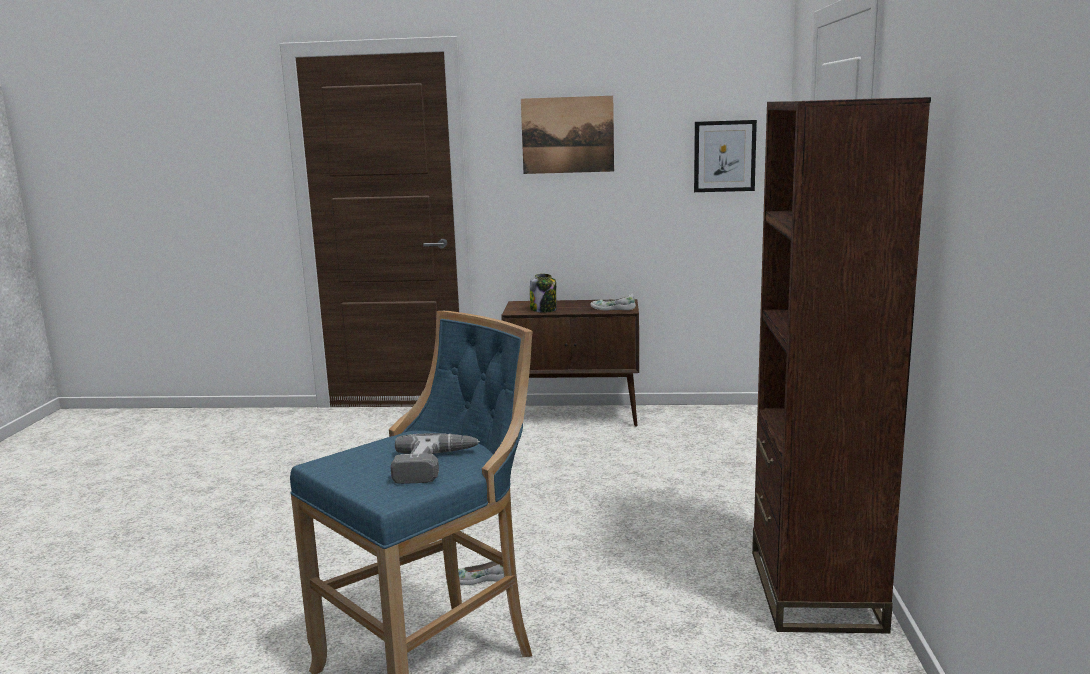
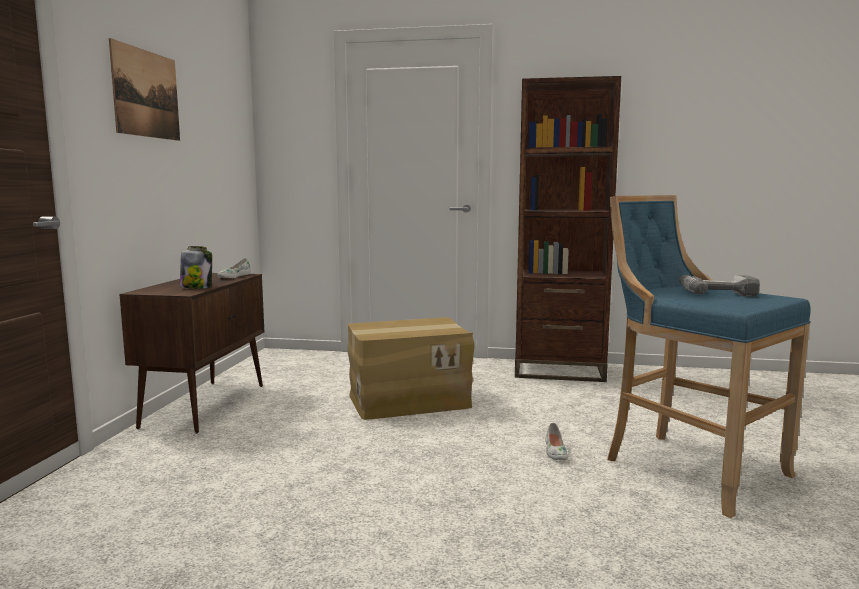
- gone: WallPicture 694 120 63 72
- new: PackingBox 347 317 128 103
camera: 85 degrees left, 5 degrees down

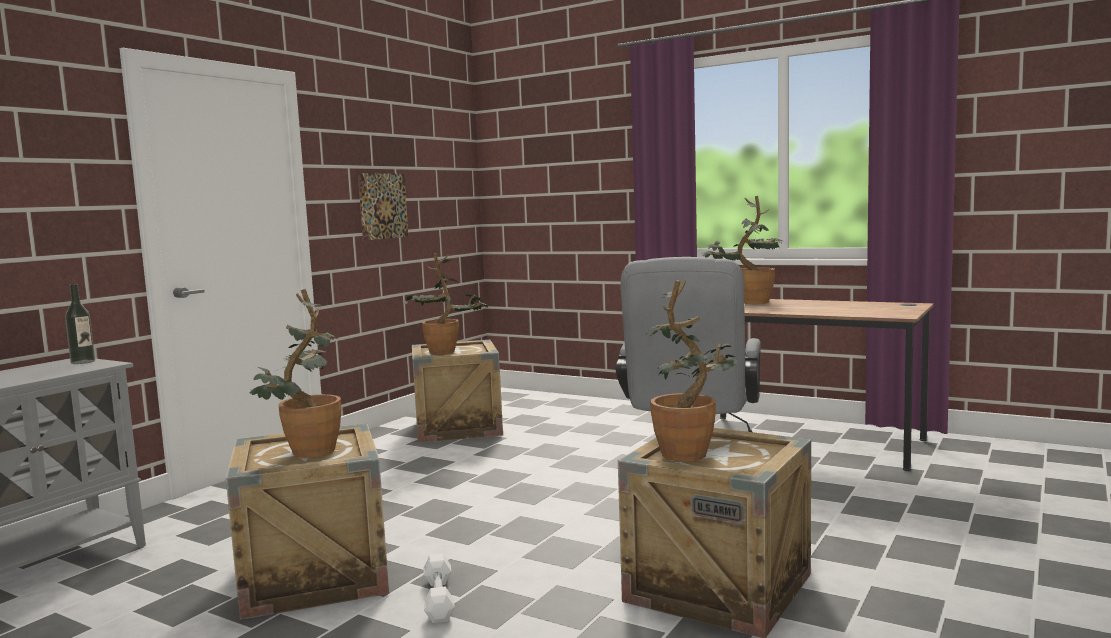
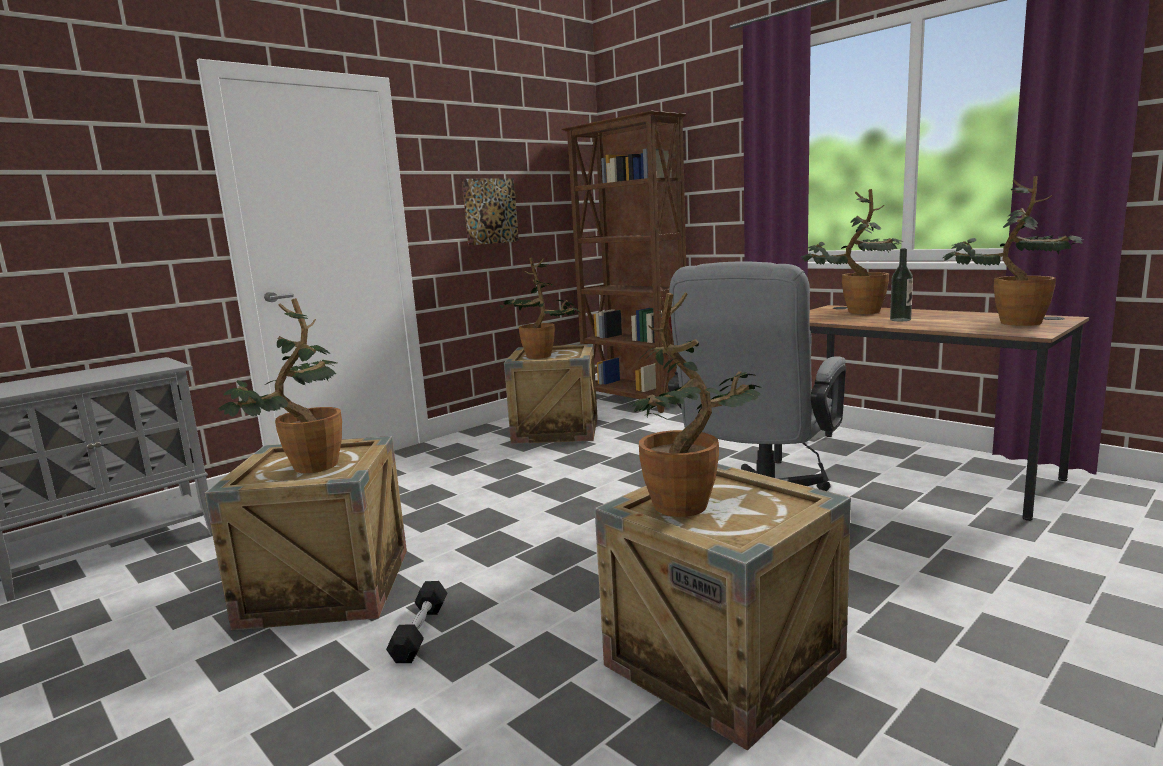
- shifted: BeverageBottle 65 284 30 80 to 890 248 23 73
- repainted: WhiteColouredDumbbell 423 554 32 69 to BlackColouredDumbbell 386 581 61 82
- new: BrownColouredBookshelf 562 111 124 302
- new: PottedPlant 943 176 140 150
camera: 15 degrees right, 5 degrees up

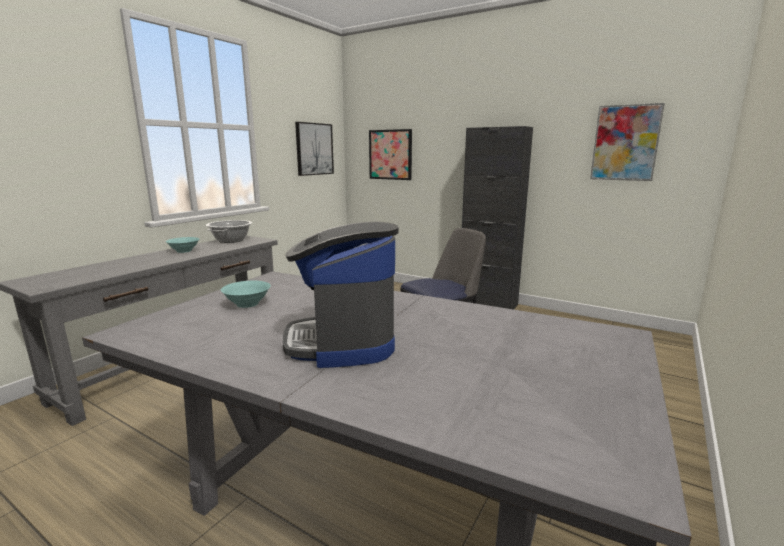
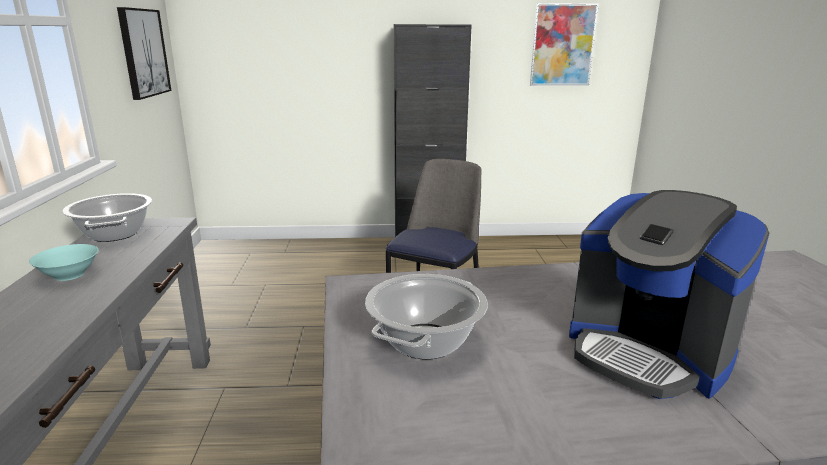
- gone: WallPicture 369 129 43 51
- swapped: BlueGreenDeepDish 221 281 50 27 to CookingPot 365 274 123 86
camera: 35 degrees left, 5 degrees up

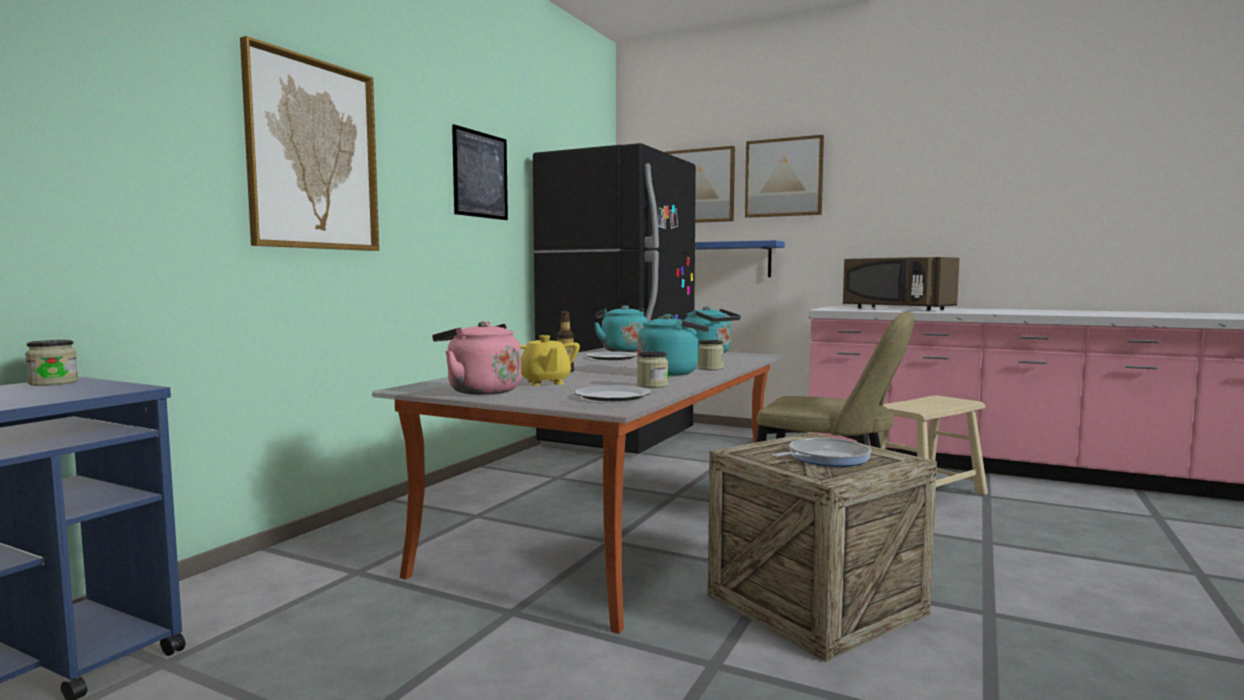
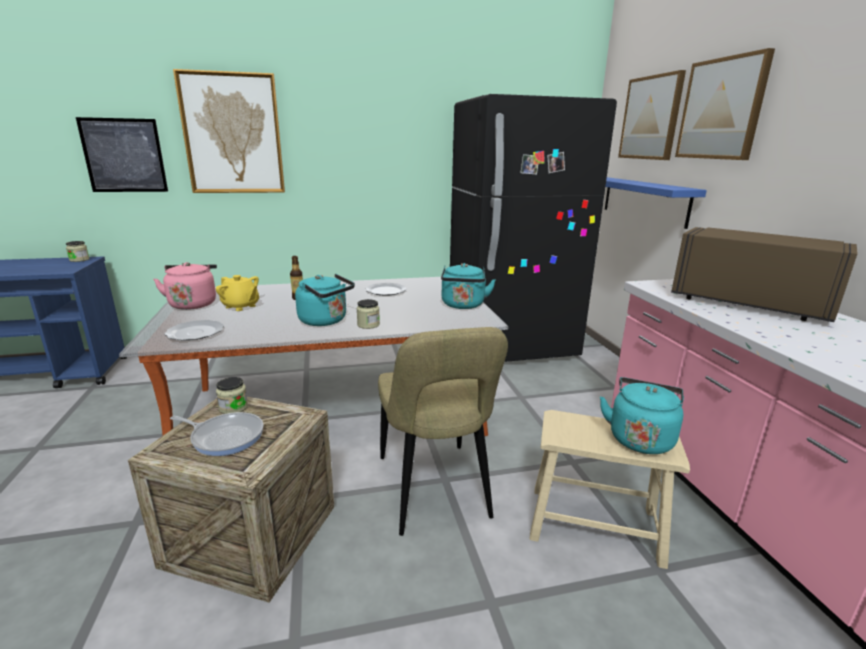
- shifted: WallPicture 452 124 56 96 to 76 117 92 75
- rotated: BrownColouredMicrowave 843 257 116 54 = 671 227 187 95 120 degrees clockwise
- shifted: BlueGreenTeaKettle 594 305 54 47 to 600 377 84 77
- rotated: YellowTeapot 520 335 60 51 = 216 275 43 36 90 degrees counterclockwise
- shifted: PreserveJar 637 351 31 37 to 216 377 32 37
camera: 50 degrees right, 15 degrees up

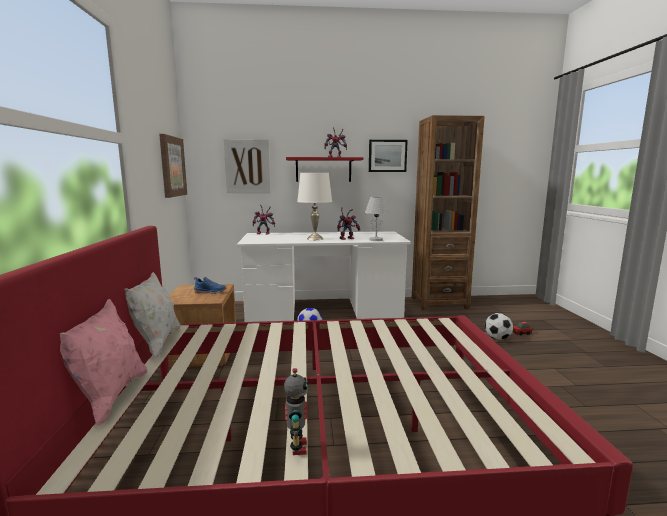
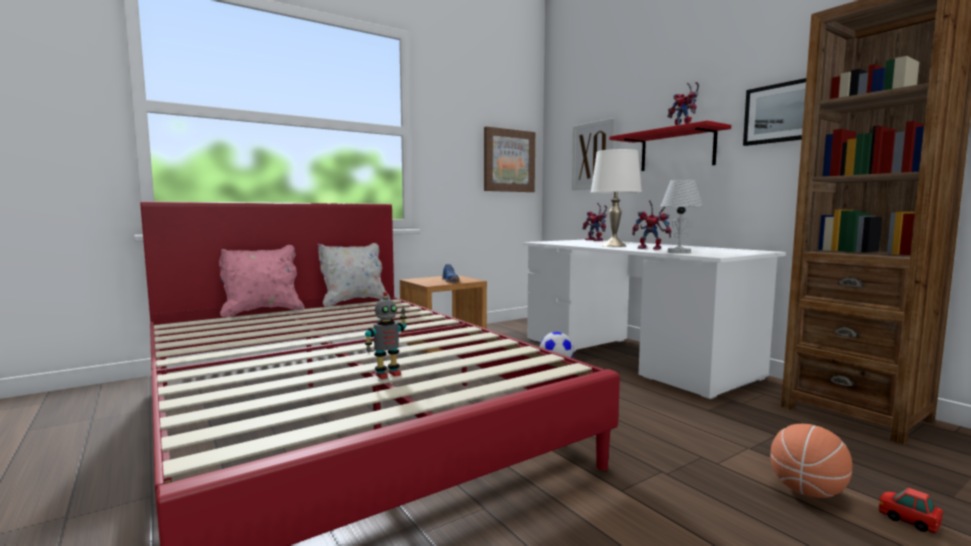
- swapped: BallForFootball 485 313 28 27 to BasketballBall 770 424 83 74
- shifted: RobotFigure 284 368 24 87 to 365 291 42 88
camera: 60 degrees right, 5 degrees down

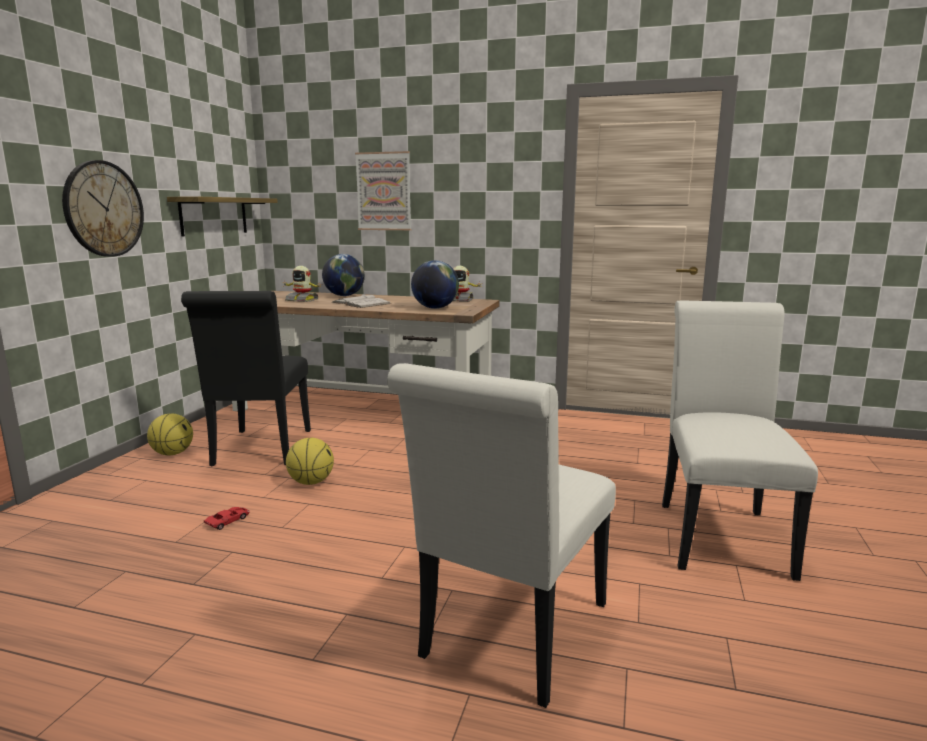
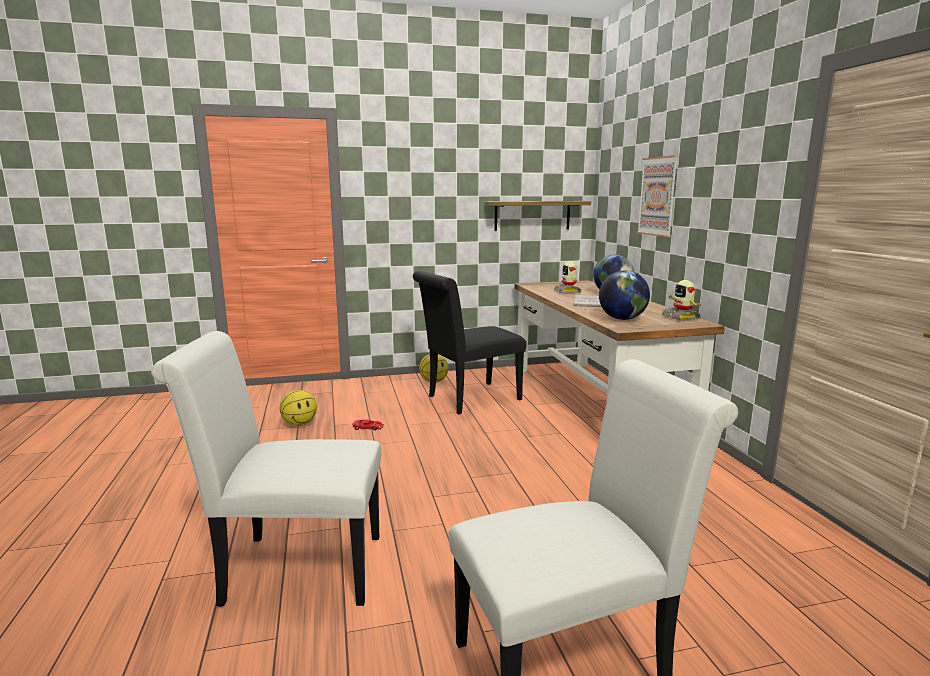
- gone: ClockOnTheWall 62 160 82 97
- shifted: BasketballBall 286 438 48 47 to 280 390 37 36
camera: 60 degrees right, 0 degrees up

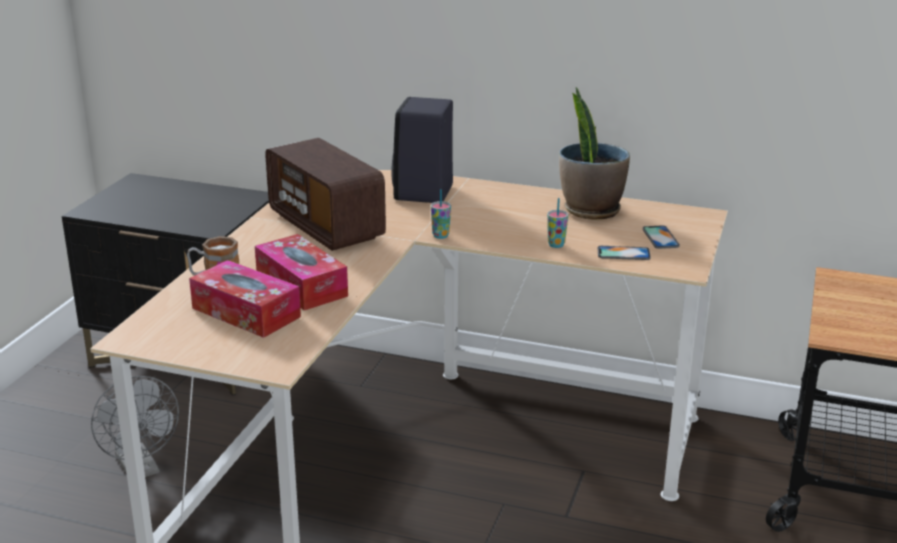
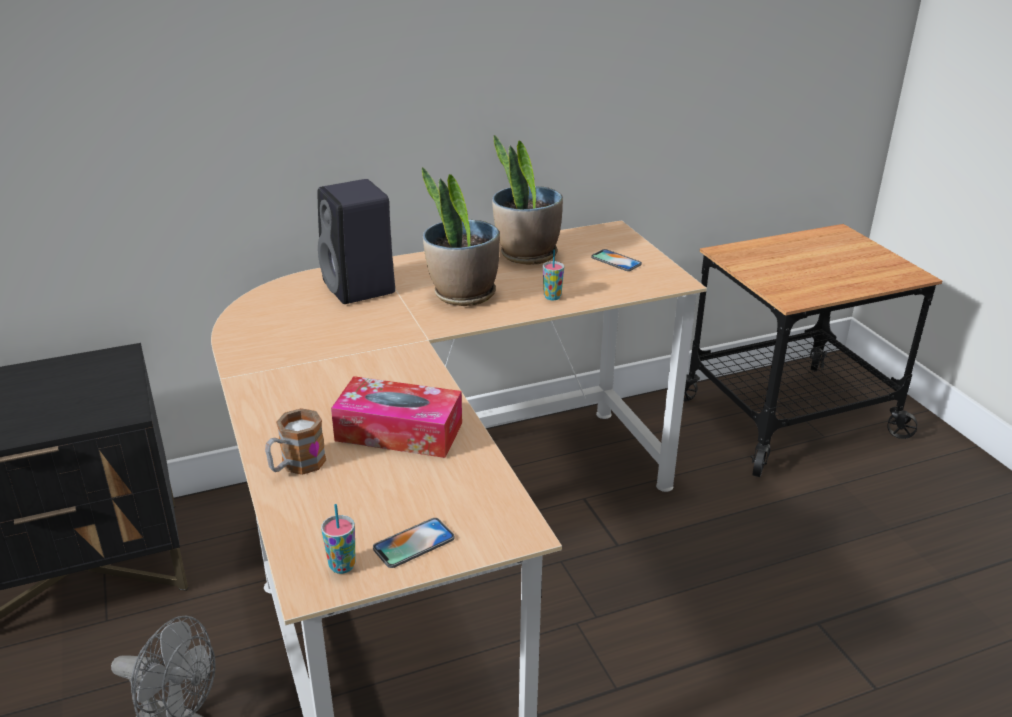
- gone: Radio 265 138 121 113
- shifted: SmallCup 431 189 20 50 to 321 504 35 70
- shifted: Telephone 598 246 53 14 to 373 518 81 50
- gone: TissueHolder 189 260 112 78
- new: PottedPlant 422 167 78 139
camera: 40 degrees left, 5 degrees up

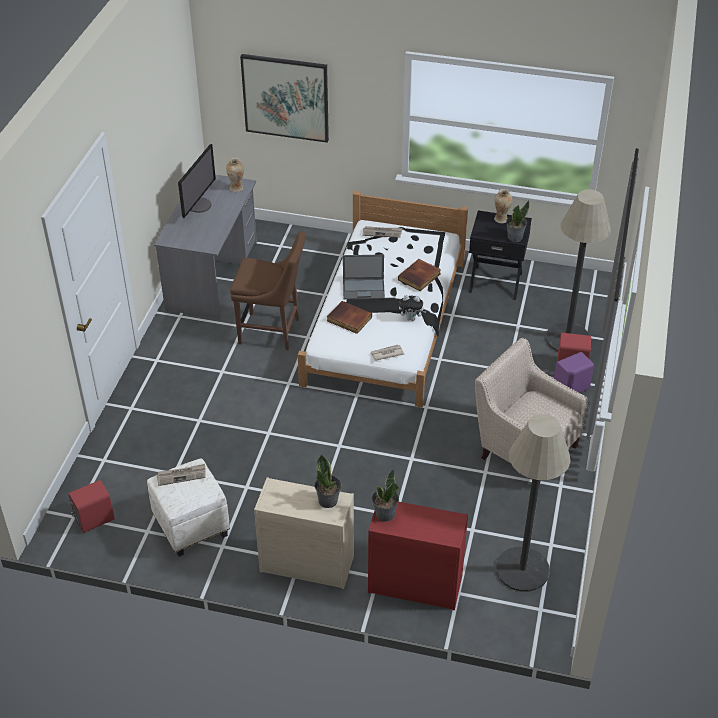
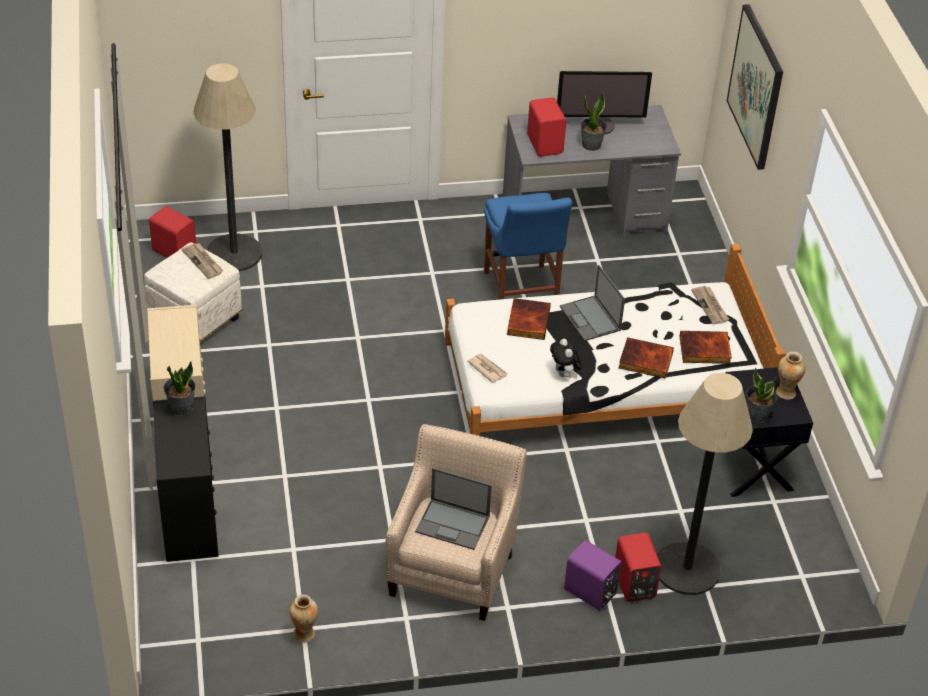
- shifted: Vase 226 158 18 34 to 289 594 29 49
- repainted: BrownColouredUprightChair 230 232 76 118 to BlueUprightChair 484 193 88 107
- shifted: FloorLamp 496 414 75 178 to 193 63 69 208
- shifted: PottedPlant 314 454 27 54 to 581 92 26 59
- repainted: RedColouredDrawerChest 368 502 100 108 to BlackColouredDrawerChest 153 396 66 166
- new: RedColouredLoudspeaker 527 97 39 60
- new: Volume 679 331 53 33
- new: Laptop 415 468 77 82
camera: 65 degrees right, 0 degrees up

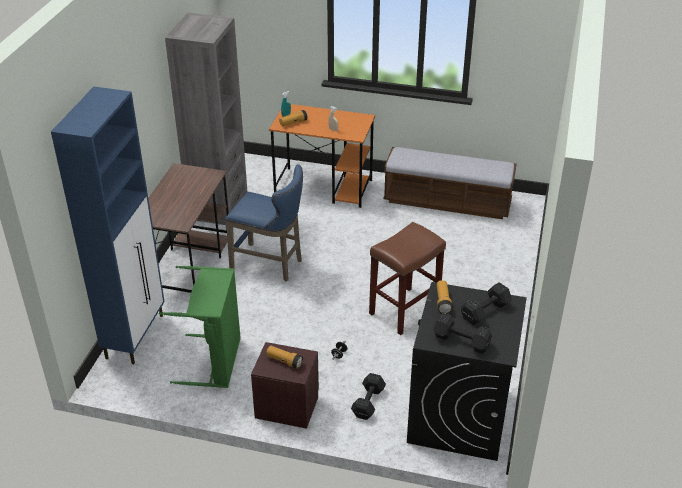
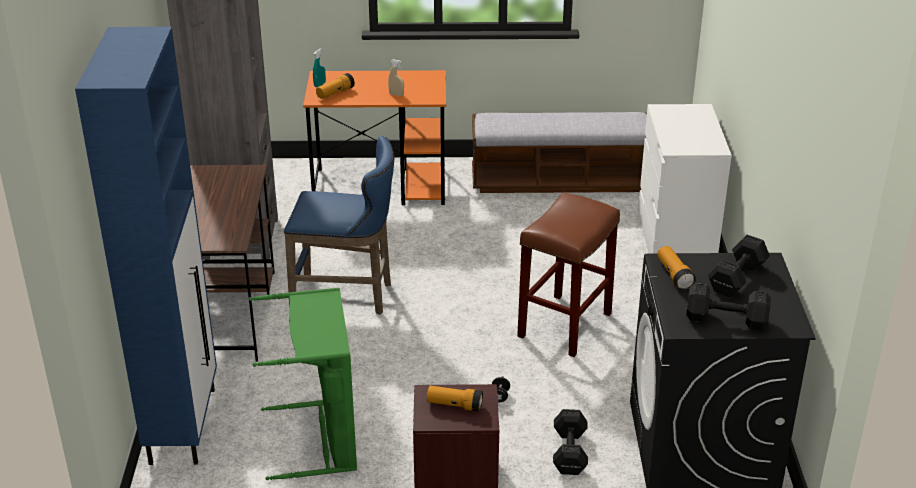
- new: WhiteColouredDrawerChest 638 104 94 150
camera: 15 degrees left, 5 degrees down

